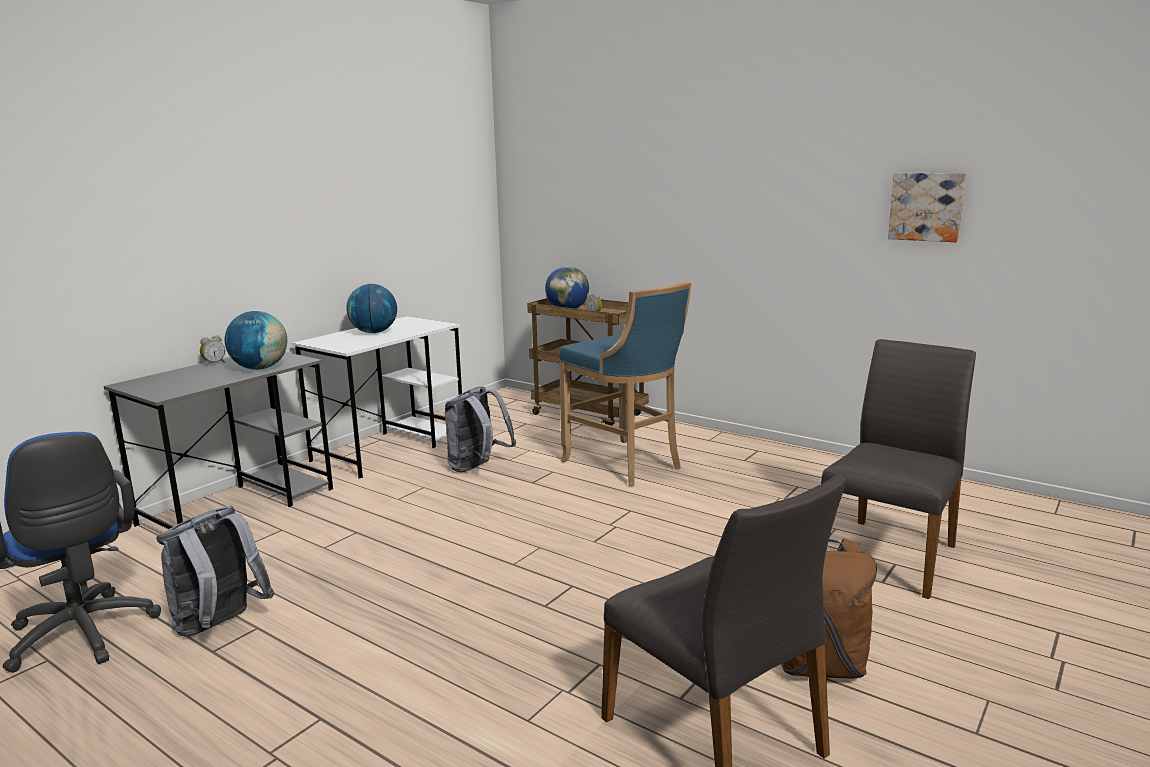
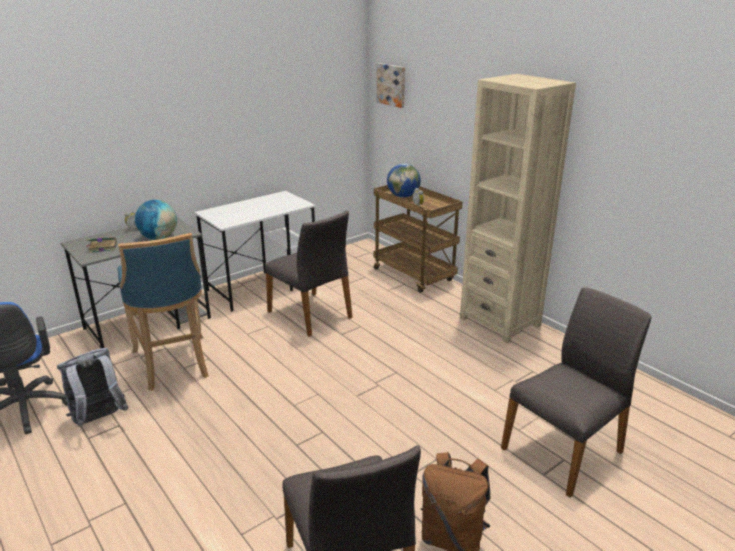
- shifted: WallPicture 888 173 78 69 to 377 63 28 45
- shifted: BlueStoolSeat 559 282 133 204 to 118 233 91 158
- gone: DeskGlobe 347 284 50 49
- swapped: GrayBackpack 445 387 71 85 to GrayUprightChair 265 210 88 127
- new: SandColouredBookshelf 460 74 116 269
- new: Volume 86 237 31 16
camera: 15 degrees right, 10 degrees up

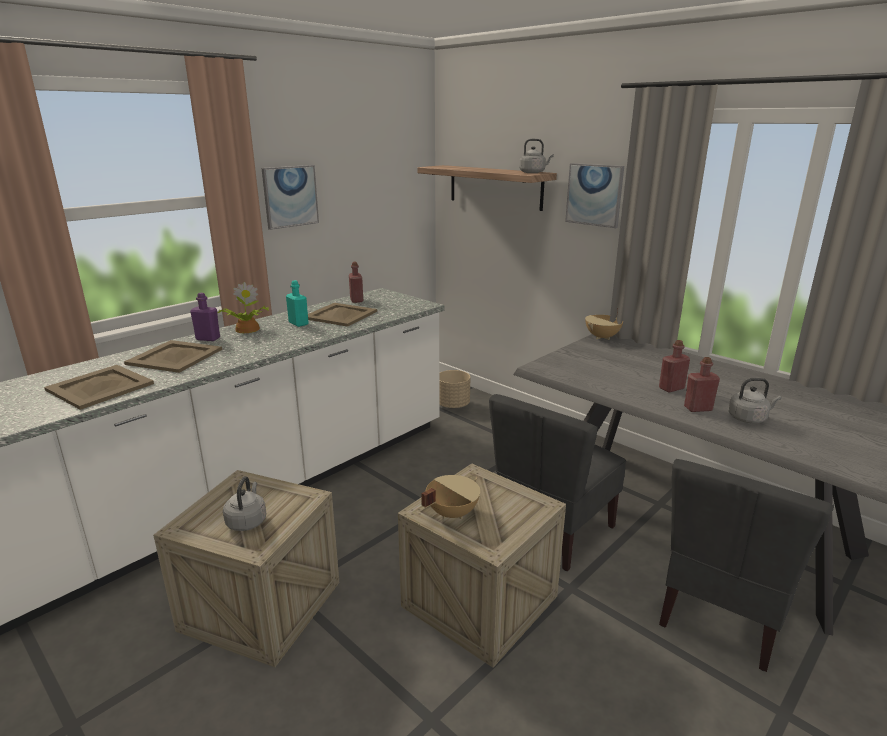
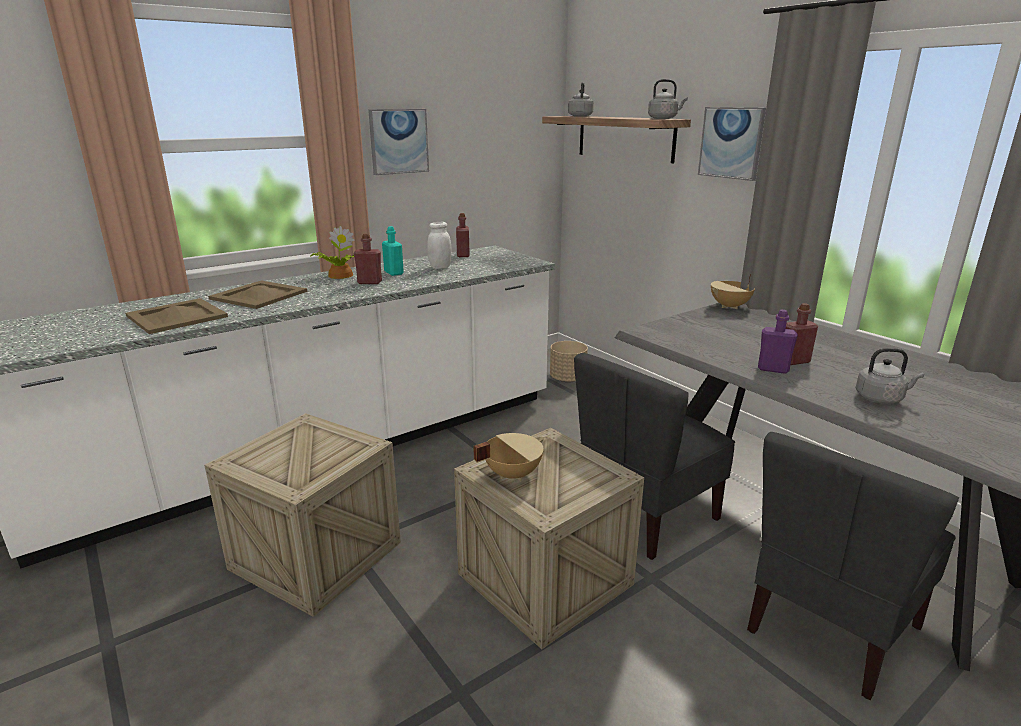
- shifted: PurpleBeverageBottle 190 293 30 48 to 758 310 40 64
- swapped: SandColouredCarryingTray 308 303 69 24 to WhiteColouredPreserveJar 427 222 24 47
- shifted: RedColouredBeverageBottle 684 357 36 55 to 354 233 28 51
- shifted: GrayTeaKettle 223 476 43 55 to 568 82 26 35
camera: 10 degrees right, 0 degrees up

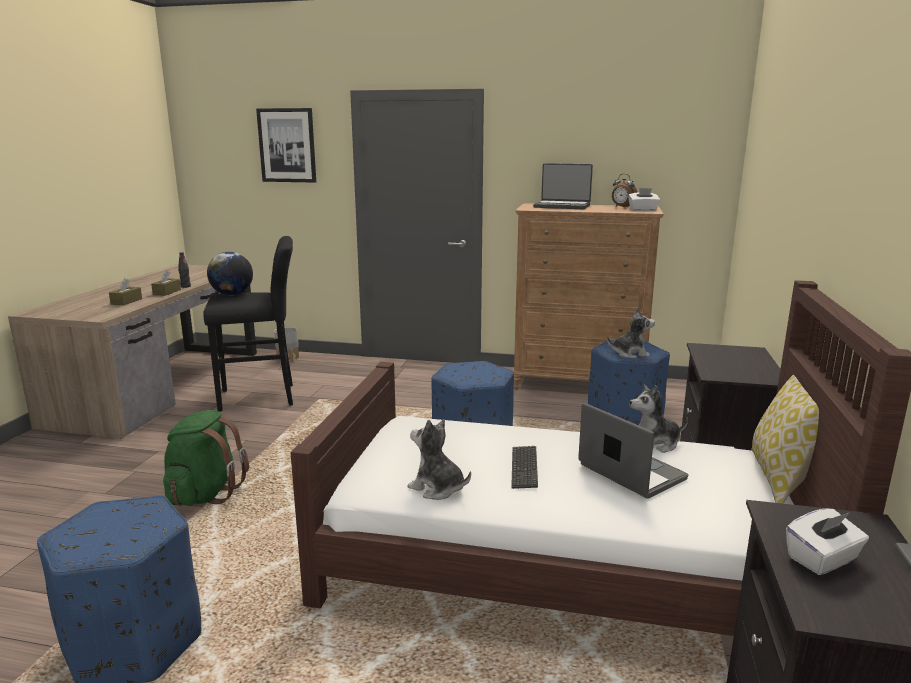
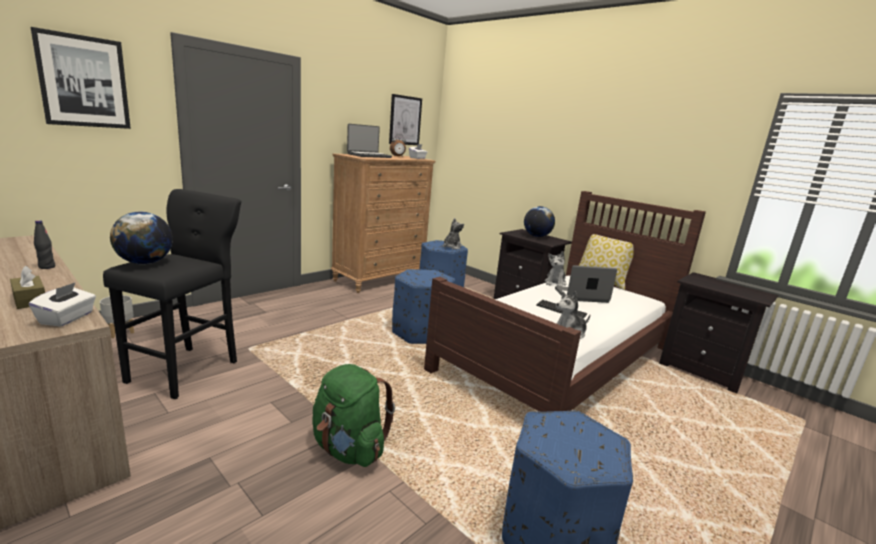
- gone: BrownColouredTissueHolder 151 270 30 26
- shifted: WhiteColouredTissueHolder 786 508 83 67 to 29 283 67 44
- new: WallPicture 389 94 33 51
- new: DeskGlobe 524 206 31 31
camera: 60 degrees left, 0 degrees up

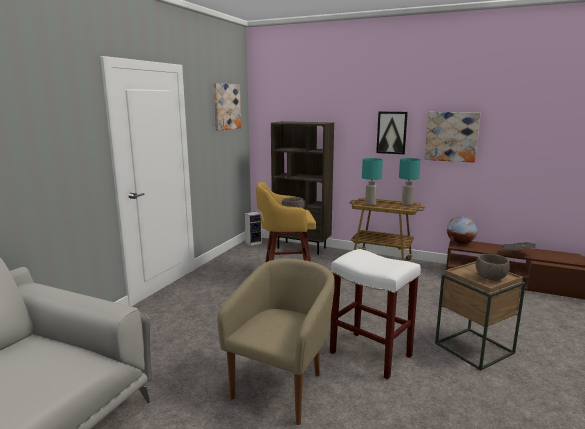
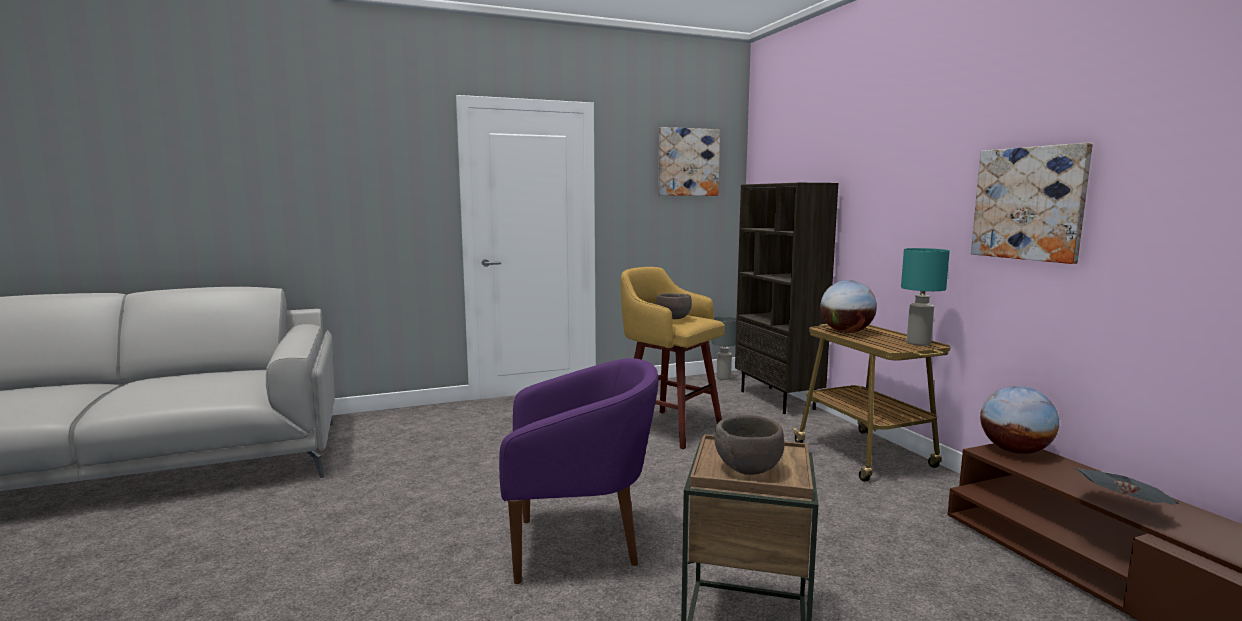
- gone: WallPicture 376 112 32 42
- swapped: BlueGreenLampForATable 362 158 21 47 to DeskGlobe 820 280 57 53
- swapped: Loudspeaker 245 211 17 35 to GrayLampForATable 712 317 25 63
- swapped: WhiteColouredStoolSeat 330 249 91 130 to PurpleArmchair 499 358 159 226
- gone: SandColouredArmchair 217 258 118 167
camera: 45 degrees right, 5 degrees down

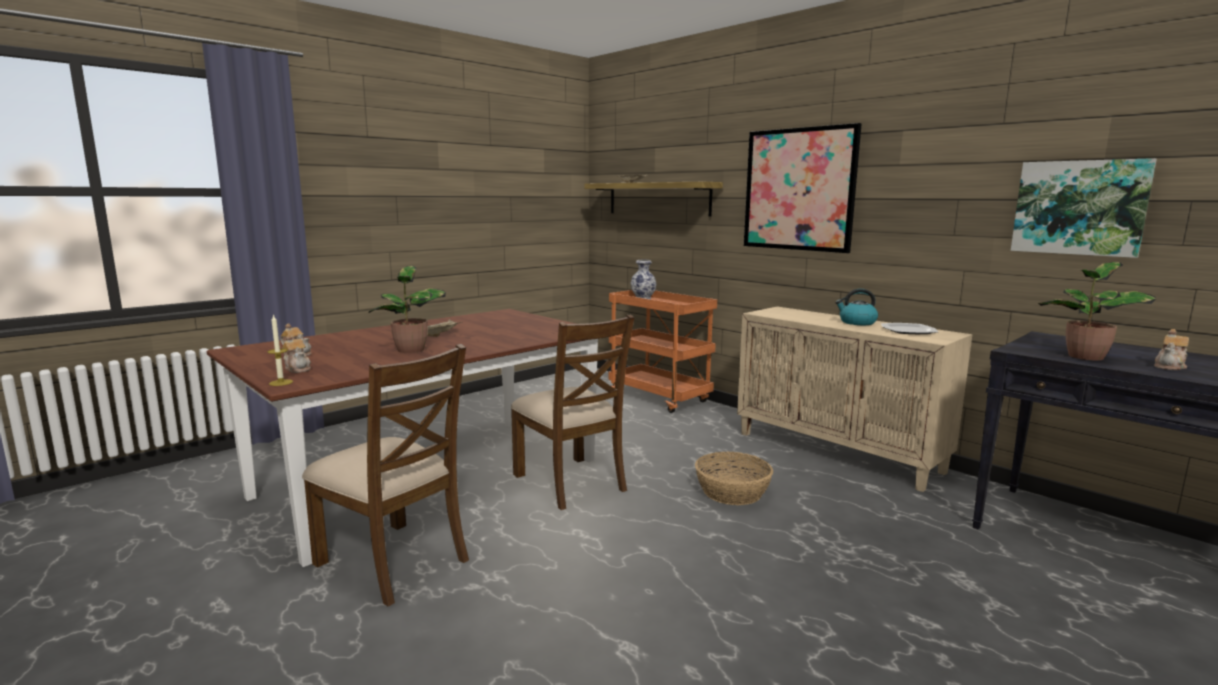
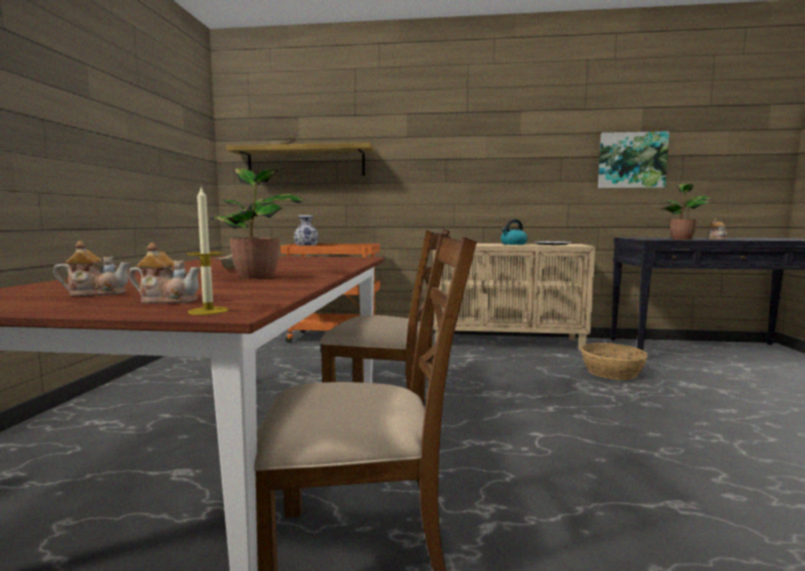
- gone: WallPicture 744 123 118 130
- shifted: Basket 695 452 78 53 to 581 343 67 37
camera: 40 degrees left, 5 degrees down

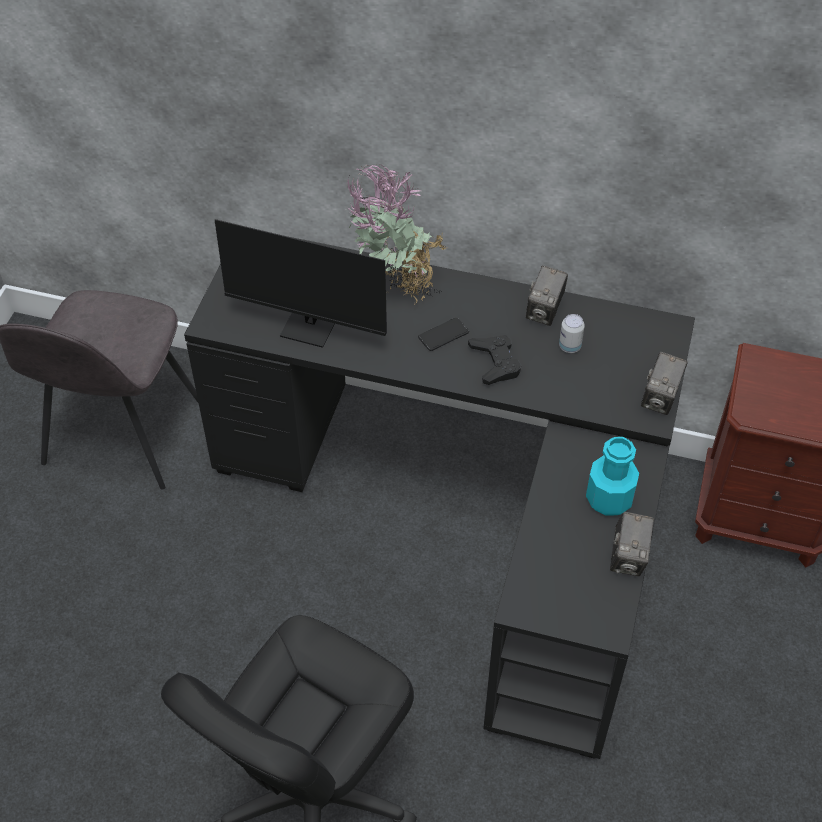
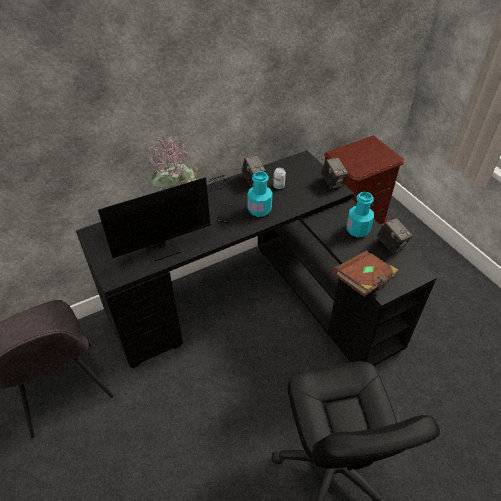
- swapped: BlackColouredGameController 468 335 53 50 to BlueGreenBeverageBottle 248 171 25 46
- new: BrownColouredVolume 332 250 67 47
camera: 45 degrees left, 5 degrees down

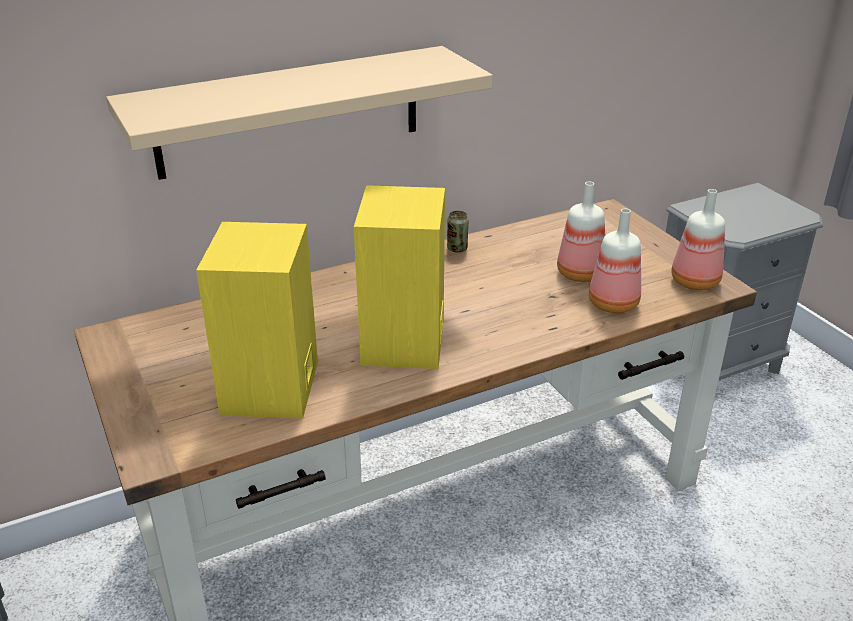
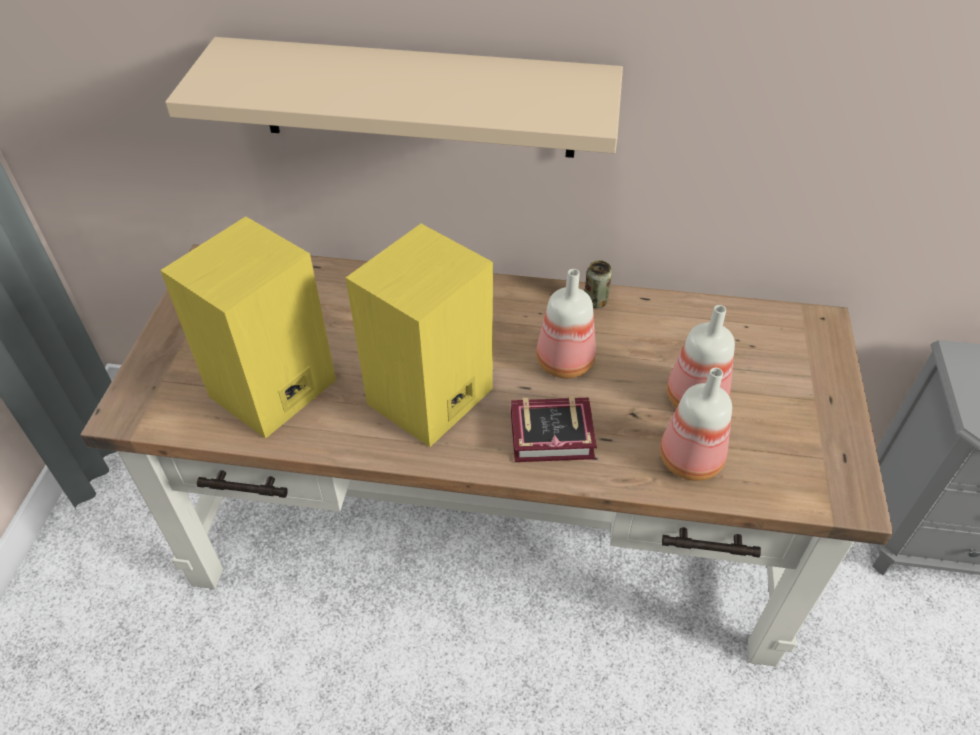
- shifted: BeverageBottle 671 189 54 101 to 536 269 60 109
- new: Volume 511 396 86 66
camera: 35 degrees right, 15 degrees up

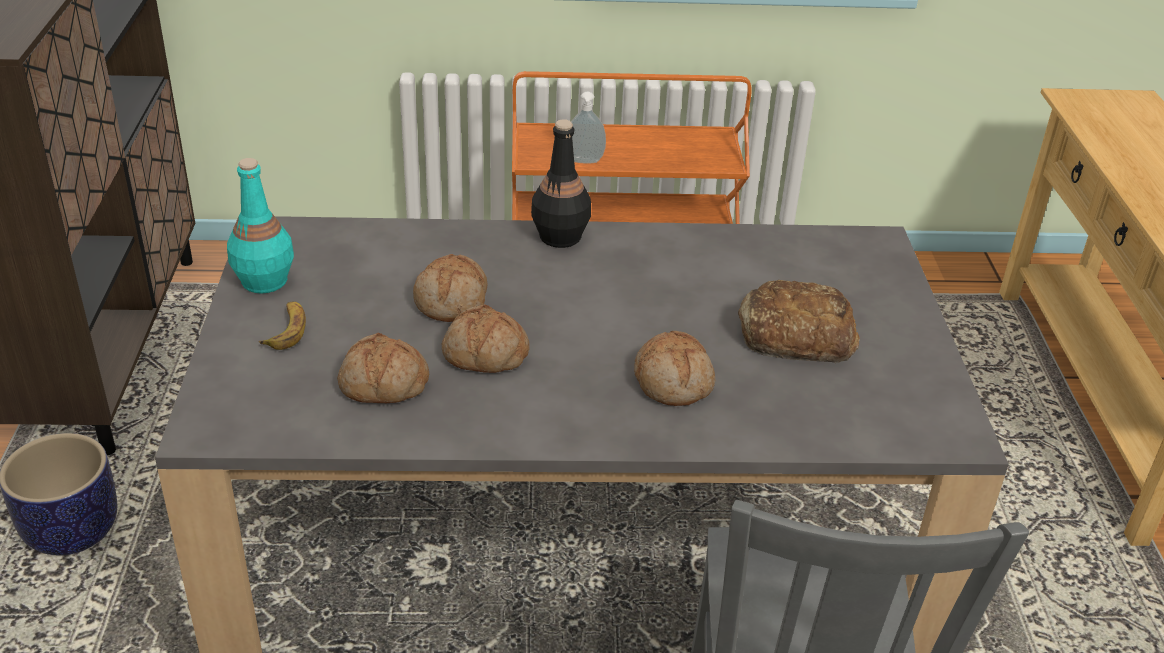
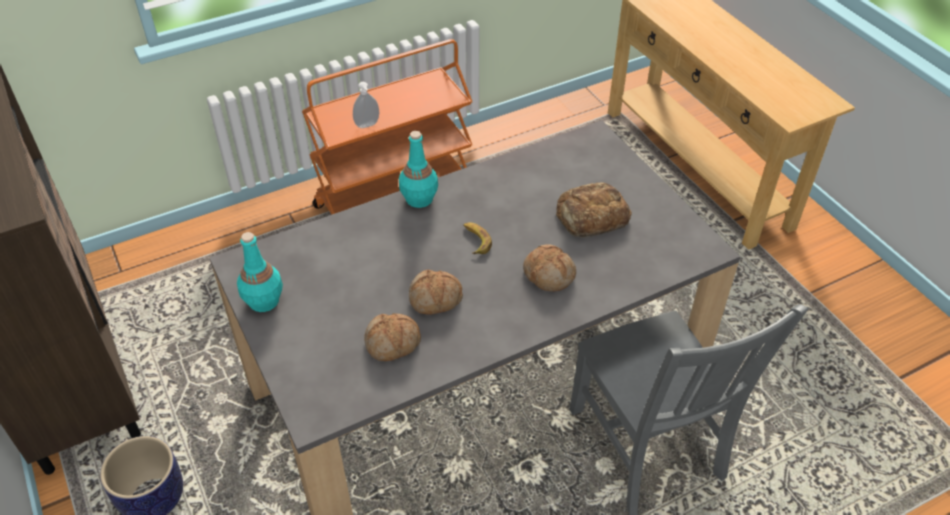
- repainted: BlackColouredBeverageBottle 531 119 60 129 to BlueGreenBeverageBottle 399 131 39 77
- gone: BakeryBread 413 254 75 68
- shifted: WholeBanana 259 302 47 48 to 463 222 29 32
camera: 25 degrees left, 10 degrees up

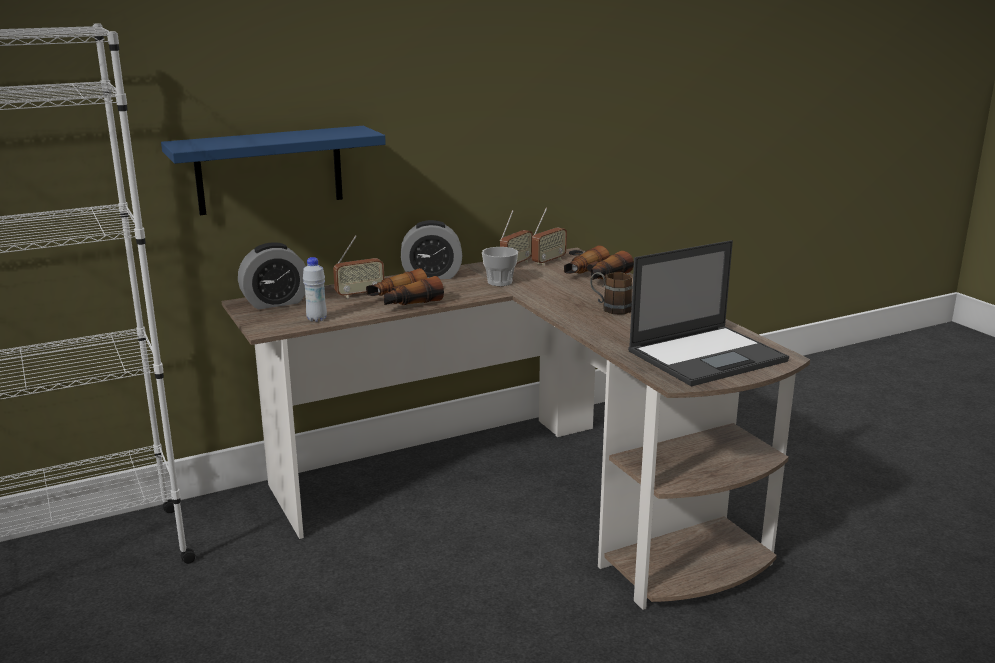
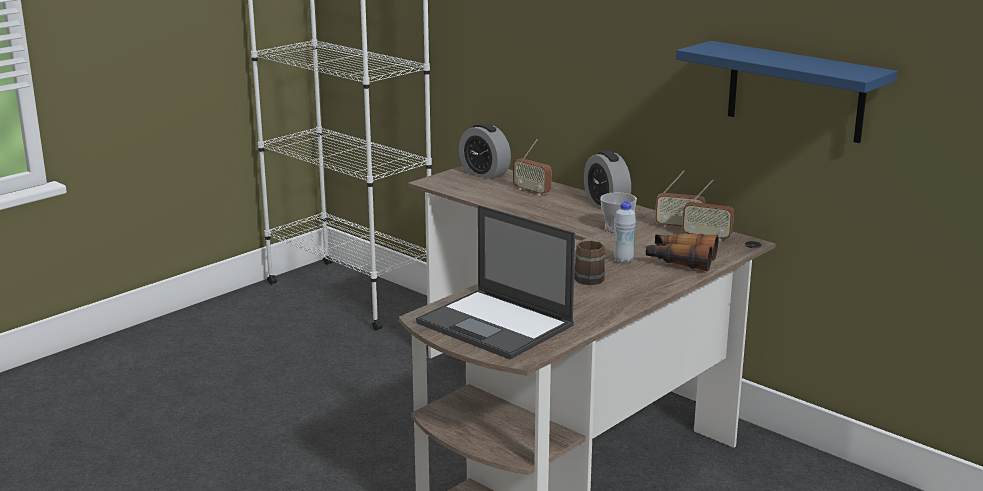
- shifted: BlueWallShelf 161 126 225 89 to 676 41 222 102
- shifted: WhiteColouredBeverageBottle 303 257 24 65 to 614 201 22 63
- gone: FieldGlasses 366 268 78 37
camera: 70 degrees right, 0 degrees up

